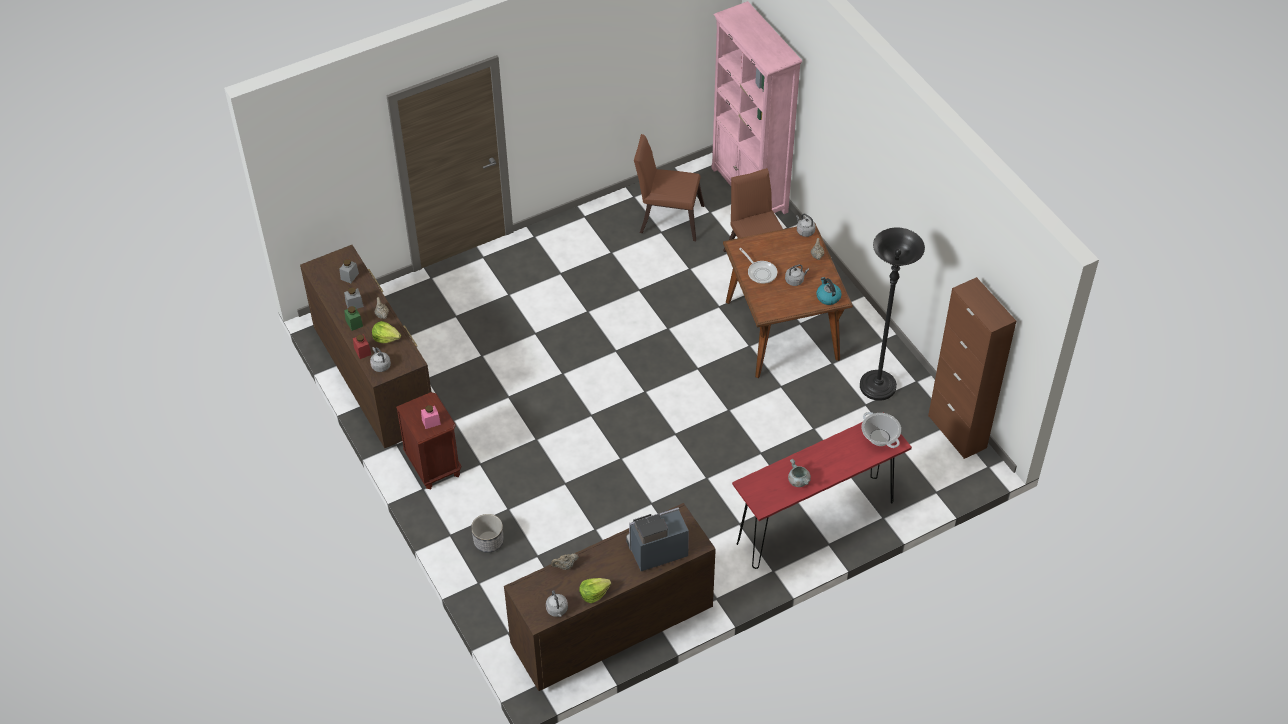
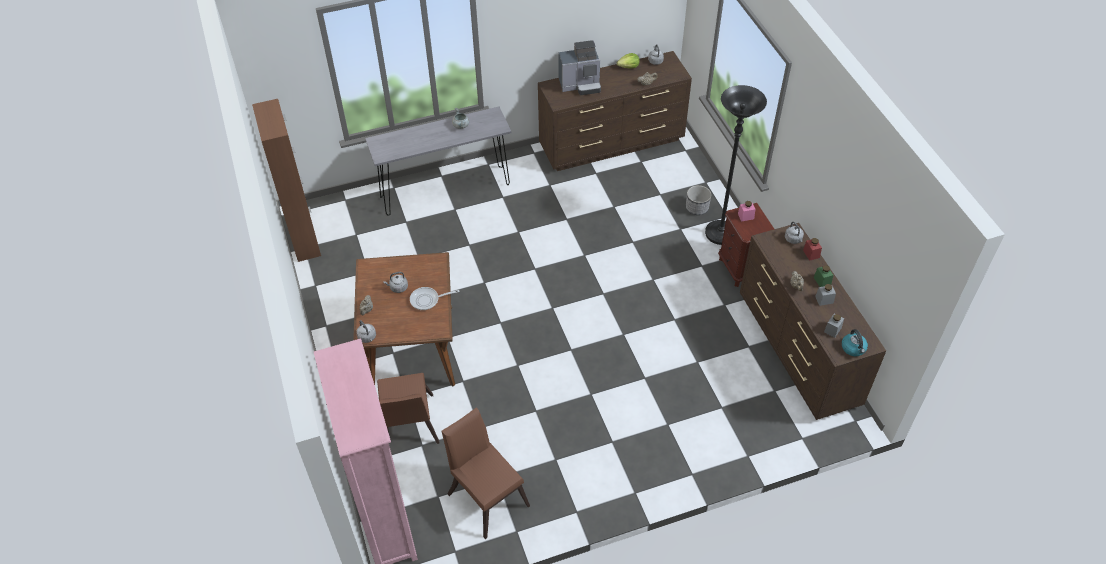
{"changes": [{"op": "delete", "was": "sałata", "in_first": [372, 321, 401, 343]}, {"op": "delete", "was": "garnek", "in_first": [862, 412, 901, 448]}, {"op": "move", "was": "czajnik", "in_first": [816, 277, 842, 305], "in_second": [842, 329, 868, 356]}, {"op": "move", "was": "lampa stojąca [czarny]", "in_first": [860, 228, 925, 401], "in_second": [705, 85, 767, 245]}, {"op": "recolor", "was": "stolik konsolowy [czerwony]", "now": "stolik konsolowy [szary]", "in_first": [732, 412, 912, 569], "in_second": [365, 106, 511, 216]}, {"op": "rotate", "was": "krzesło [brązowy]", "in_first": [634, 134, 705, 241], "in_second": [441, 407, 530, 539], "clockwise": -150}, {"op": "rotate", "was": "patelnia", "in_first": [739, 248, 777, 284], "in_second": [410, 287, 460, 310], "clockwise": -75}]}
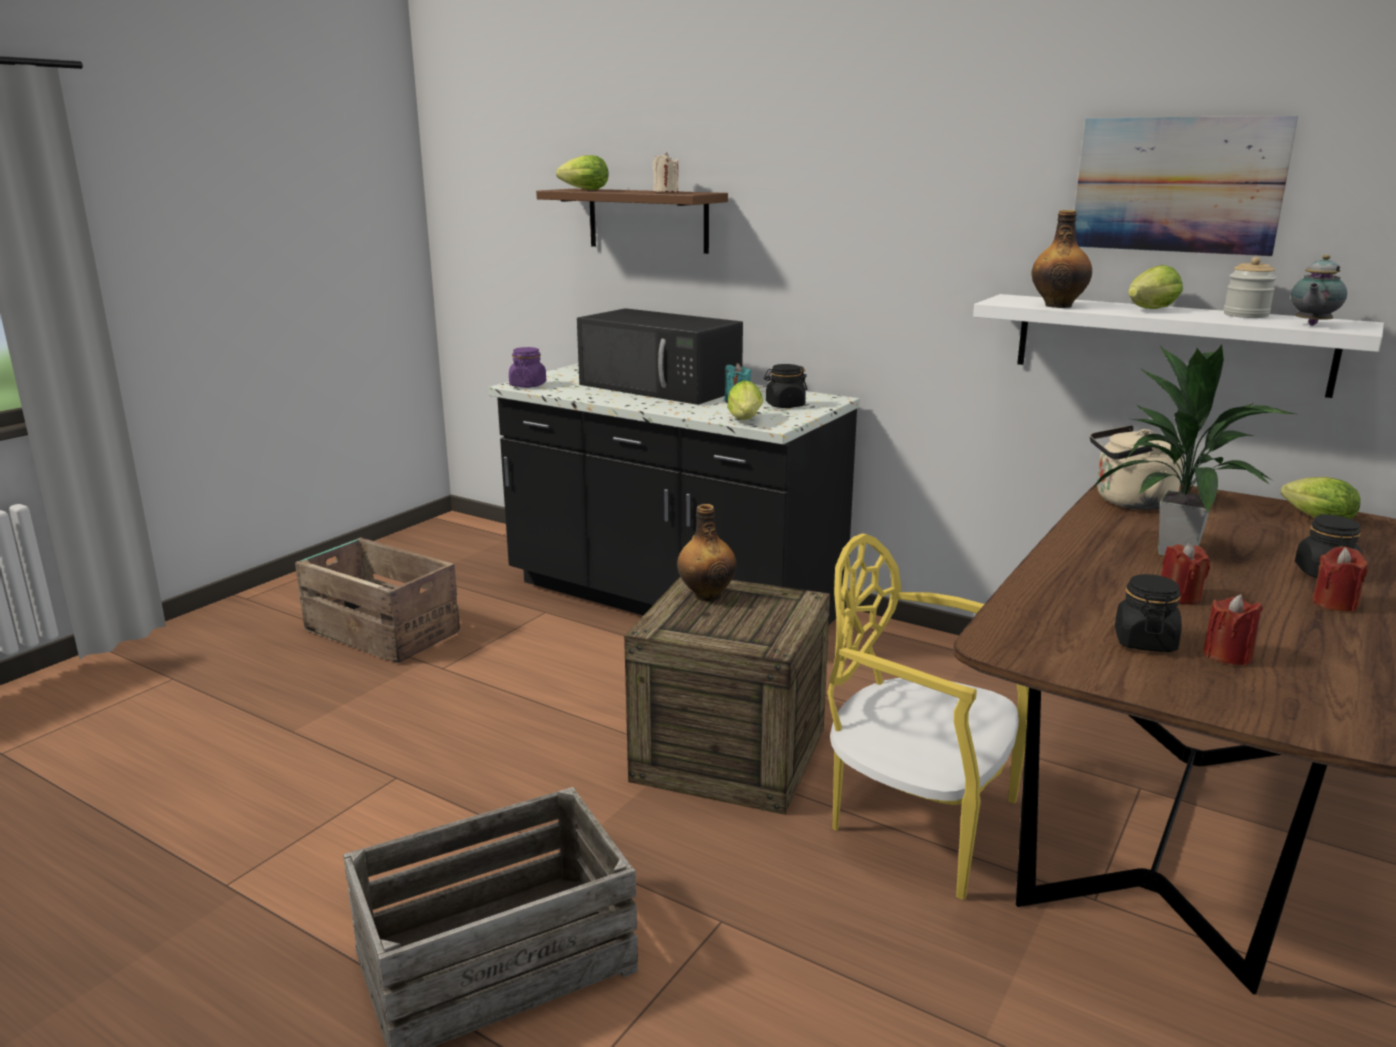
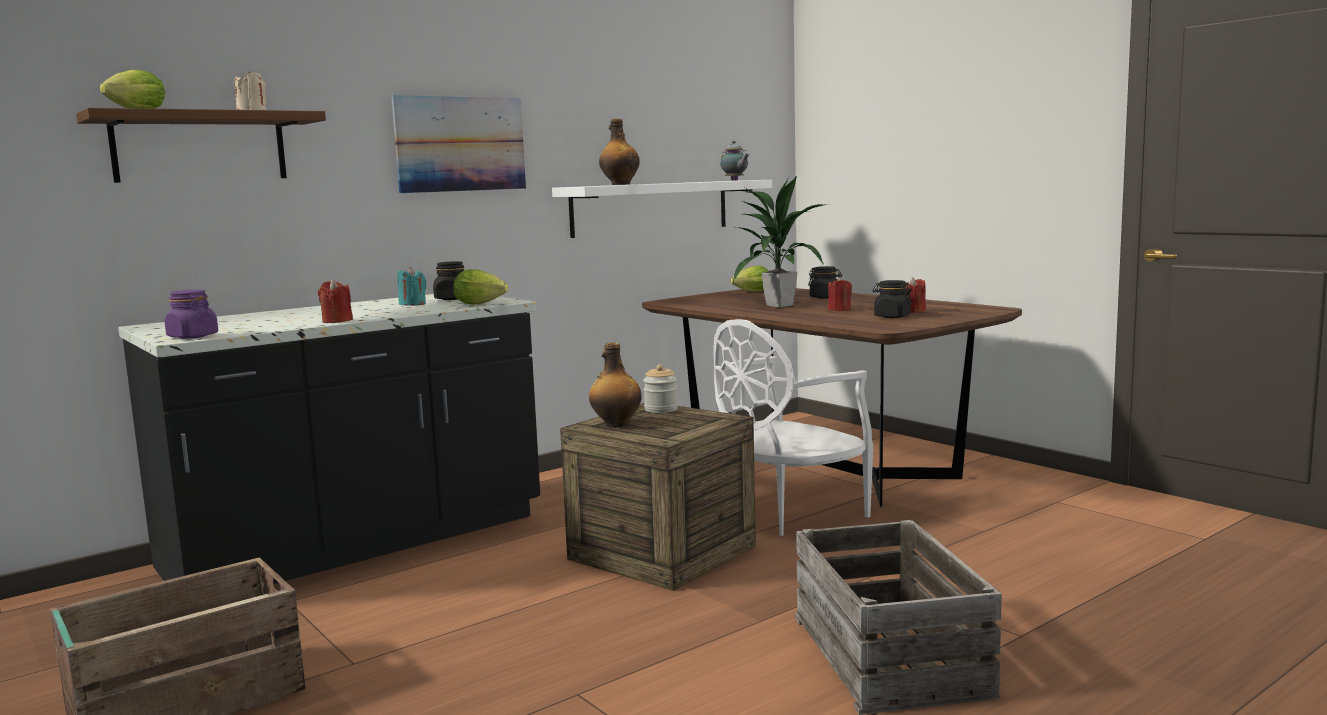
{"changes": [{"op": "delete", "was": "mikrofalówka [czarny]", "in_first": [577, 308, 743, 405]}, {"op": "delete", "was": "czajnik [beżowy]", "in_first": [1090, 425, 1184, 510]}, {"op": "delete", "was": "sałata", "in_first": [1128, 265, 1183, 309]}, {"op": "move", "was": "obraz", "in_first": [1075, 116, 1298, 256], "in_second": [391, 95, 526, 193]}, {"op": "move", "was": "słoik", "in_first": [1224, 257, 1277, 318], "in_second": [643, 364, 678, 413]}, {"op": "move", "was": "świeca [czerwony]", "in_first": [1312, 546, 1368, 612], "in_second": [318, 279, 353, 323]}, {"op": "recolor", "was": "krzesło [żółty]", "now": "krzesło [biały]", "in_first": [827, 533, 1029, 900], "in_second": [713, 319, 873, 536]}]}
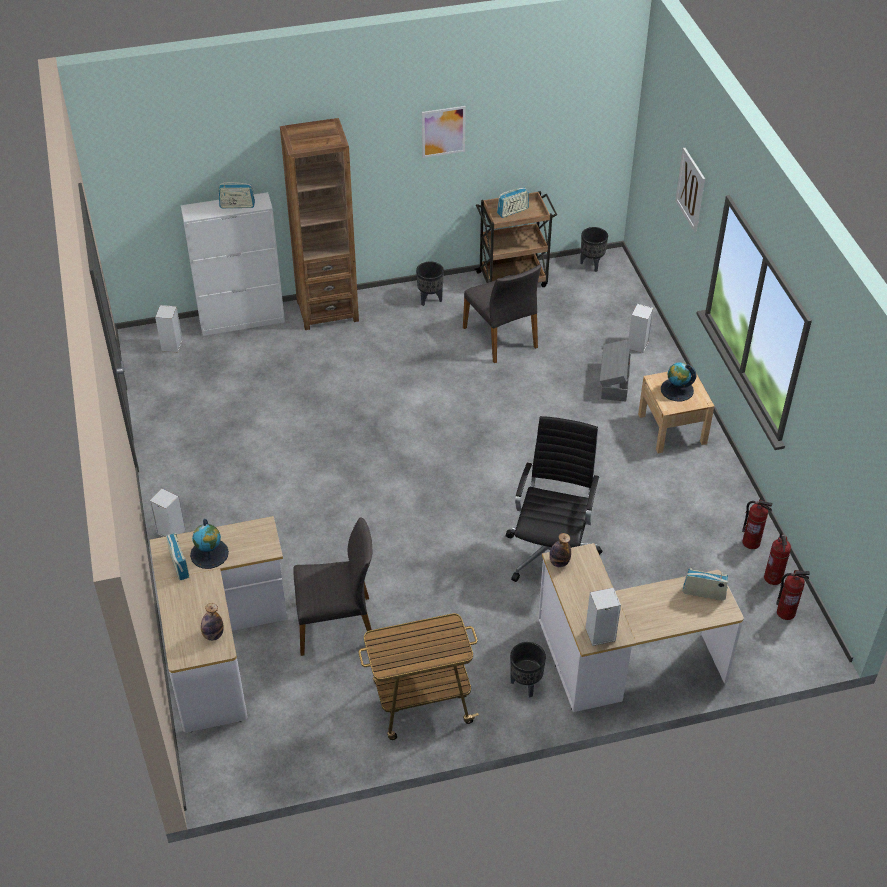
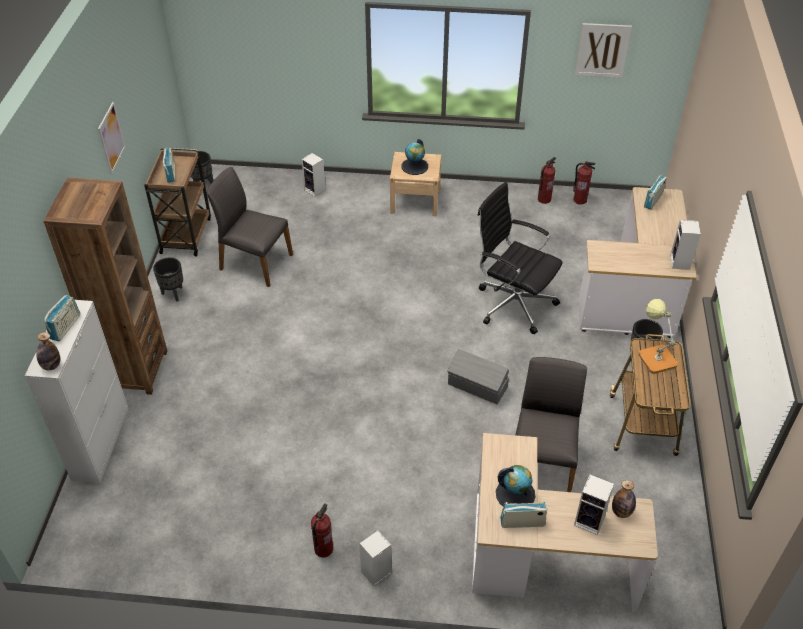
{"changes": [{"op": "insert", "now": "lampa stołowa", "in_second": [638, 299, 678, 374]}, {"op": "move", "was": "głośnik", "in_first": [155, 305, 183, 352], "in_second": [574, 474, 614, 535]}, {"op": "move", "was": "butelka", "in_first": [549, 533, 571, 567], "in_second": [36, 332, 60, 370]}, {"op": "move", "was": "pojemnik do przechowywania [szary]", "in_first": [600, 340, 631, 401], "in_second": [447, 349, 509, 404]}, {"op": "move", "was": "obraz", "in_first": [675, 148, 705, 232], "in_second": [575, 23, 632, 78]}, {"op": "move", "was": "gaśnica", "in_first": [776, 570, 810, 620], "in_second": [311, 503, 333, 558]}, {"op": "rotate", "was": "krzesło [szary]", "in_first": [463, 264, 541, 363], "in_second": [207, 167, 293, 287], "clockwise": -150}]}
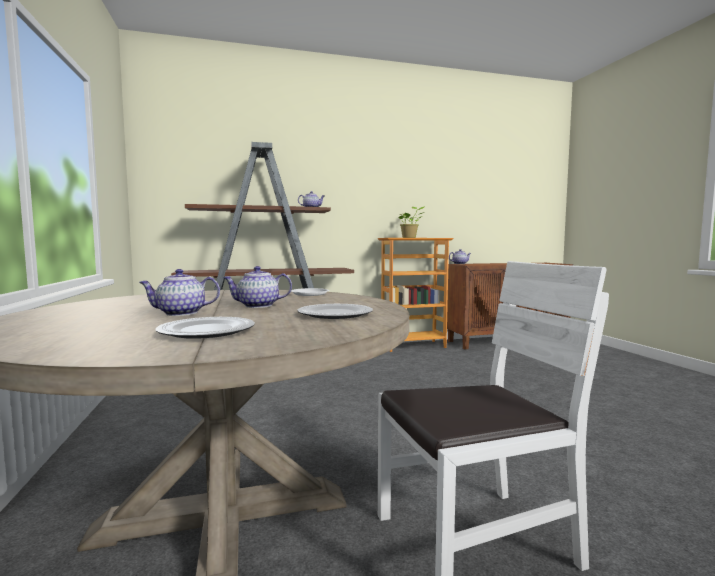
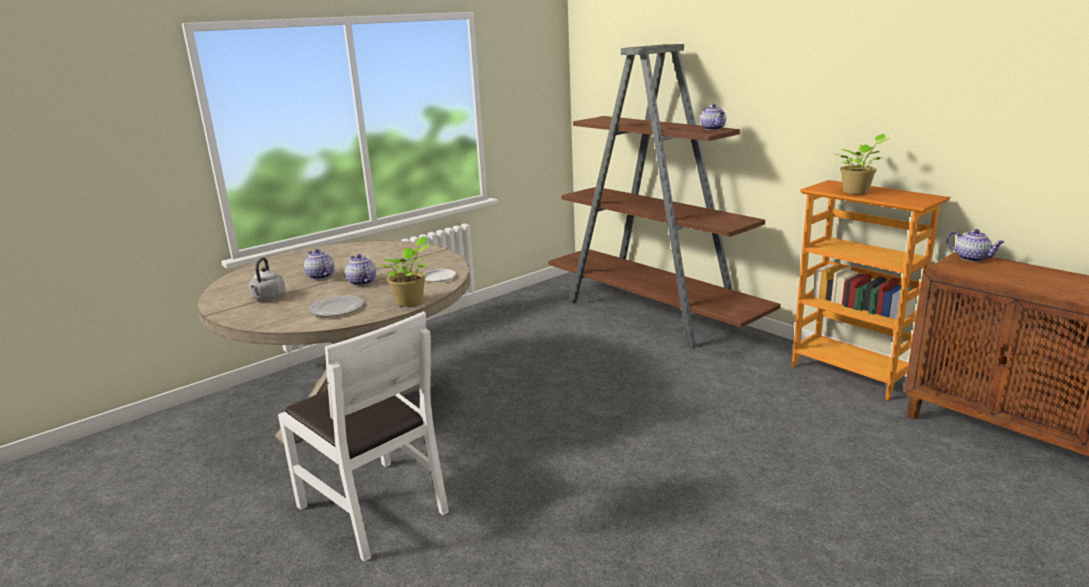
{"changes": [{"op": "insert", "now": "roślina doniczkowa", "in_second": [376, 236, 431, 307]}, {"op": "replace", "was": "talerz", "now": "czajnik [szary]", "in_first": [156, 317, 255, 339], "in_second": [249, 257, 286, 300]}]}
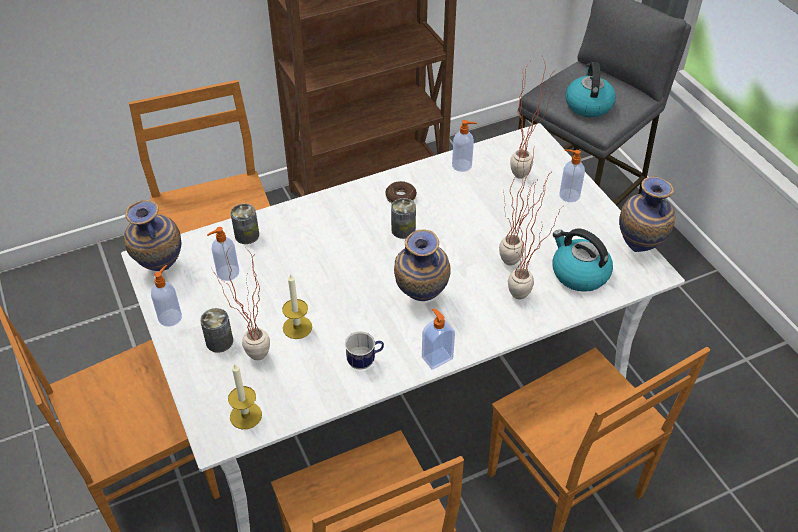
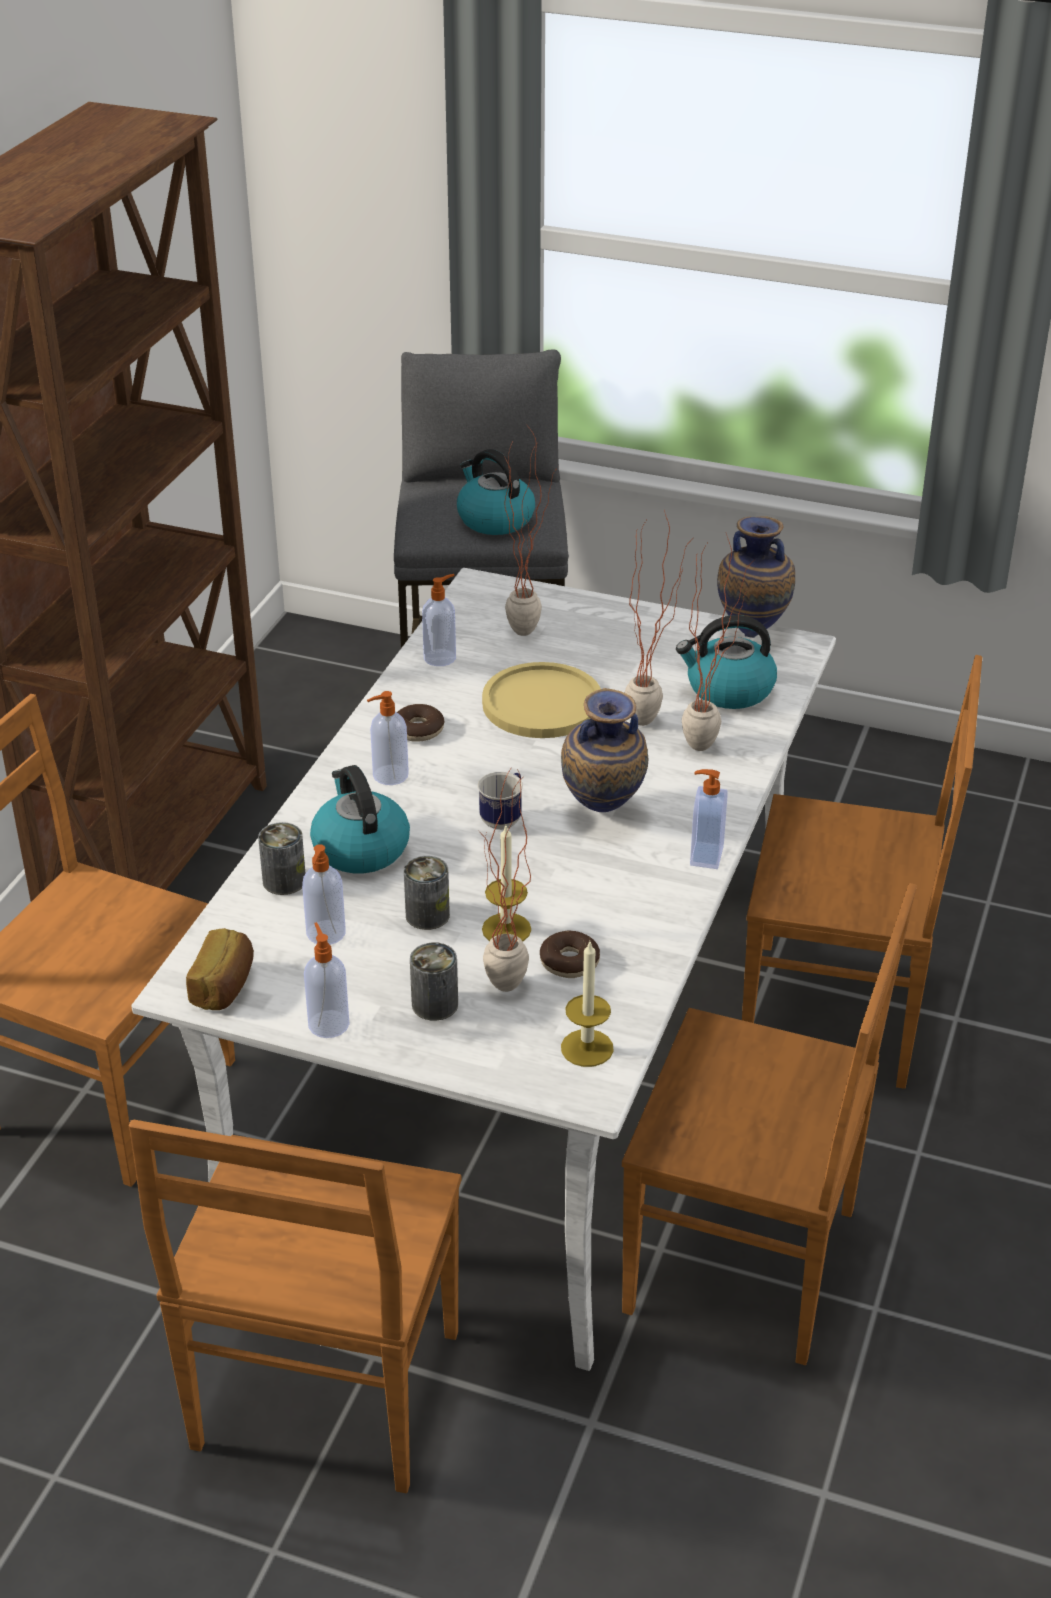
{"changes": [{"op": "insert", "now": "czajnik", "in_second": [310, 765, 410, 873]}, {"op": "insert", "now": "talerz [żółty]", "in_second": [482, 662, 601, 738]}, {"op": "insert", "now": "donut", "in_second": [540, 931, 600, 978]}, {"op": "move", "was": "kubek", "in_first": [345, 331, 384, 370], "in_second": [478, 772, 523, 830]}, {"op": "move", "was": "puszka", "in_first": [391, 198, 416, 239], "in_second": [404, 856, 450, 930]}, {"op": "move", "was": "dozownik mydła", "in_first": [559, 149, 585, 202], "in_second": [367, 691, 409, 785]}, {"op": "replace", "was": "wazon", "now": "chleb", "in_first": [124, 200, 181, 271], "in_second": [186, 928, 254, 1010]}]}
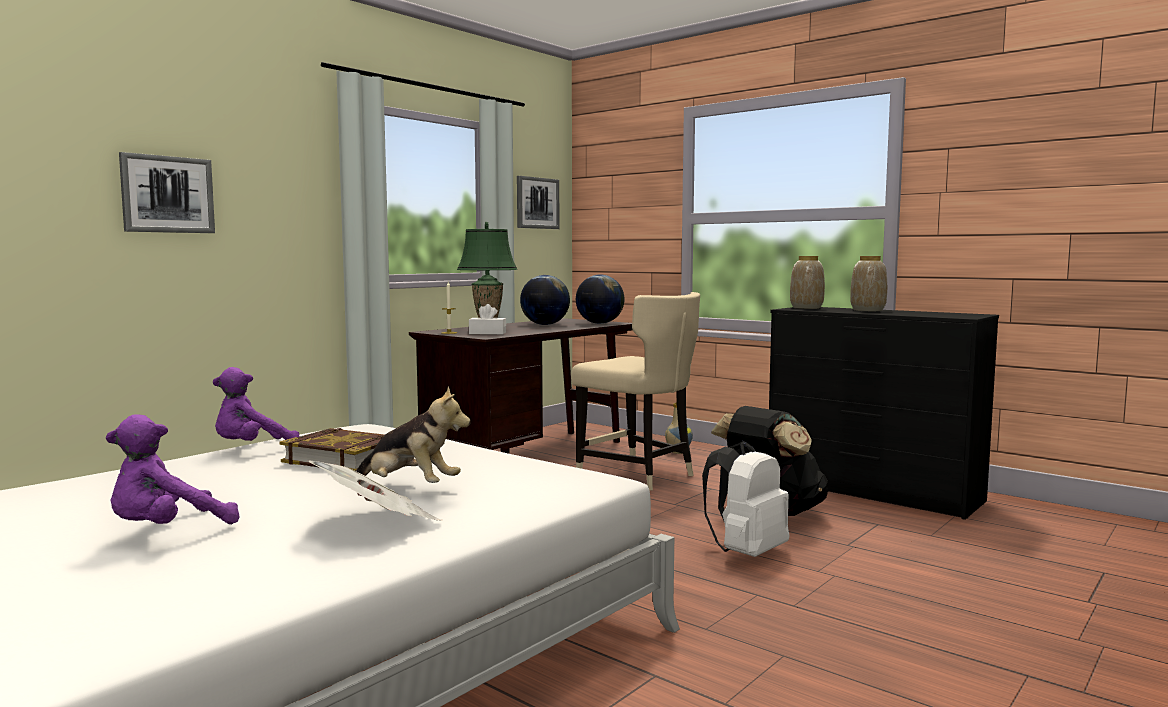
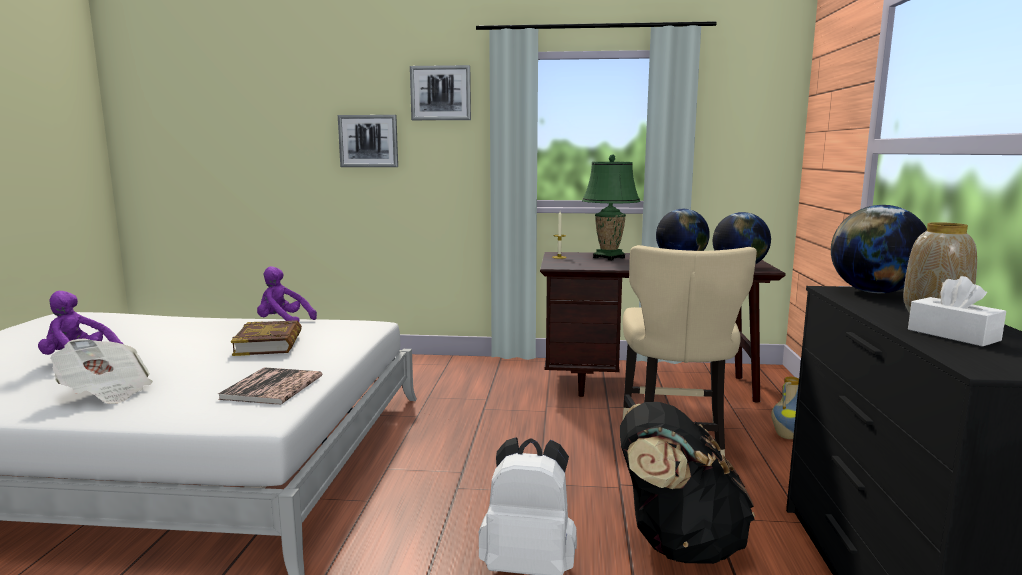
{"changes": [{"op": "delete", "was": "pluszak", "in_first": [355, 386, 471, 483]}, {"op": "insert", "now": "książka", "in_second": [218, 367, 322, 405]}, {"op": "move", "was": "pudełko chusteczek [biały]", "in_first": [469, 304, 506, 335], "in_second": [908, 276, 1006, 347]}, {"op": "move", "was": "obraz", "in_first": [517, 176, 559, 229], "in_second": [410, 65, 471, 120]}, {"op": "replace", "was": "wazon", "now": "globus", "in_first": [790, 256, 825, 309], "in_second": [831, 205, 927, 293]}]}
